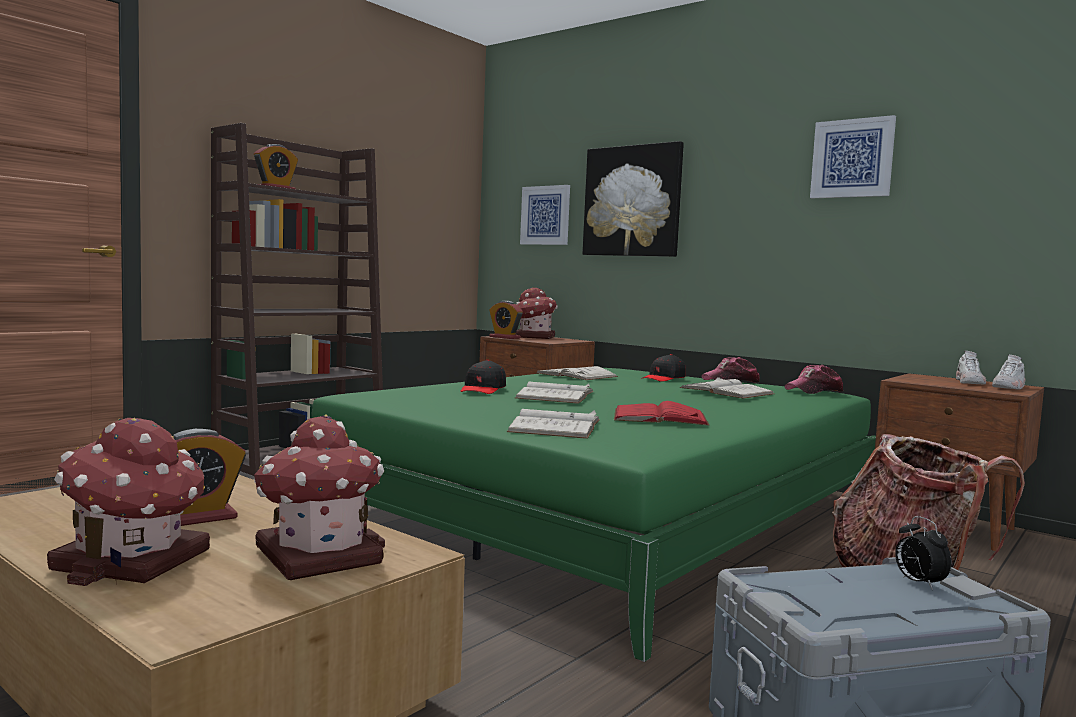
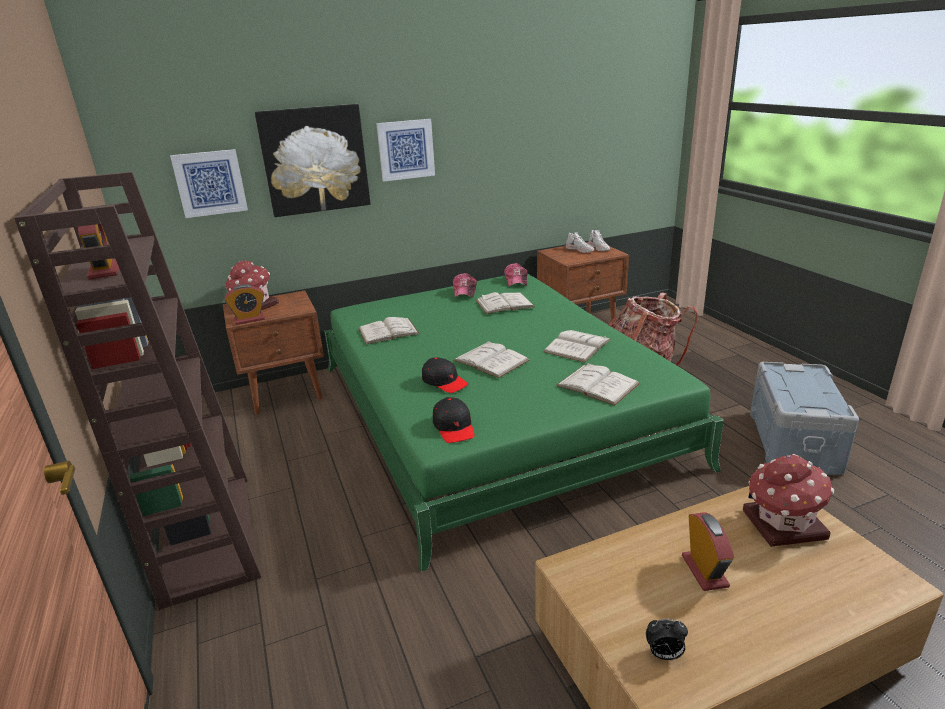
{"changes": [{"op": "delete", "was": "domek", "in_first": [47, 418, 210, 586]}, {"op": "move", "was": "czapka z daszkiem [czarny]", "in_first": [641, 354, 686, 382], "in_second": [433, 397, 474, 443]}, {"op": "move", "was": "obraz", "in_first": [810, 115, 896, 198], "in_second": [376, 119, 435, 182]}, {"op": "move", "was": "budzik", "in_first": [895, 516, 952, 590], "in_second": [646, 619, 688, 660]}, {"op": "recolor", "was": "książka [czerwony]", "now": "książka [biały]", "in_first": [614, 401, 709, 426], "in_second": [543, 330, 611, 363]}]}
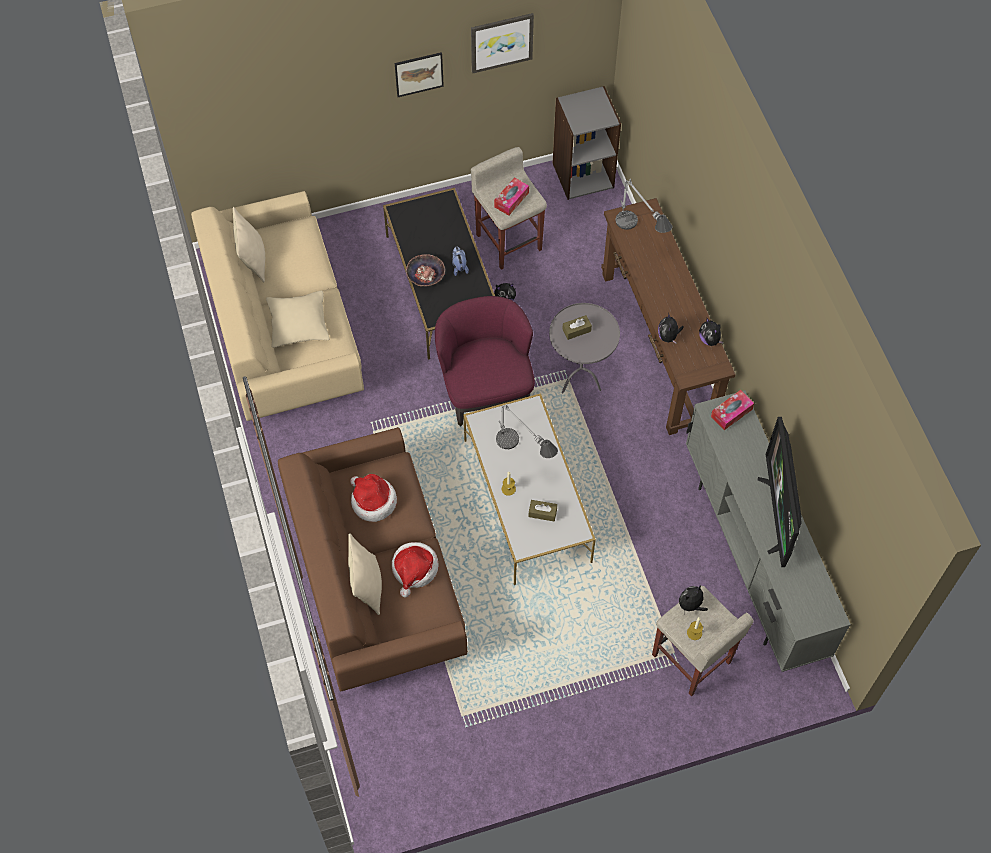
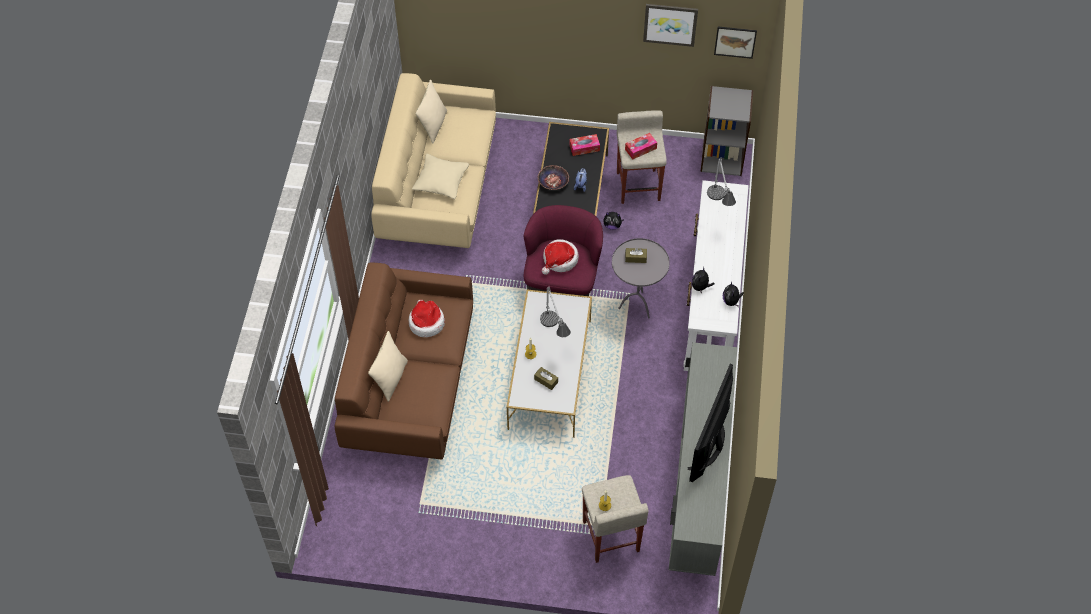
{"changes": [{"op": "delete", "was": "pluszak", "in_first": [679, 585, 708, 611]}, {"op": "move", "was": "kapelusz", "in_first": [392, 542, 439, 597], "in_second": [542, 239, 579, 275]}, {"op": "move", "was": "obraz", "in_first": [395, 52, 444, 97], "in_second": [714, 27, 757, 59]}, {"op": "move", "was": "pudełko chusteczek", "in_first": [711, 390, 754, 430], "in_second": [569, 134, 600, 156]}, {"op": "recolor", "was": "stolik konsolowy [brązowy]", "now": "stolik konsolowy [biały]", "in_first": [601, 198, 736, 435], "in_second": [683, 180, 749, 371]}]}
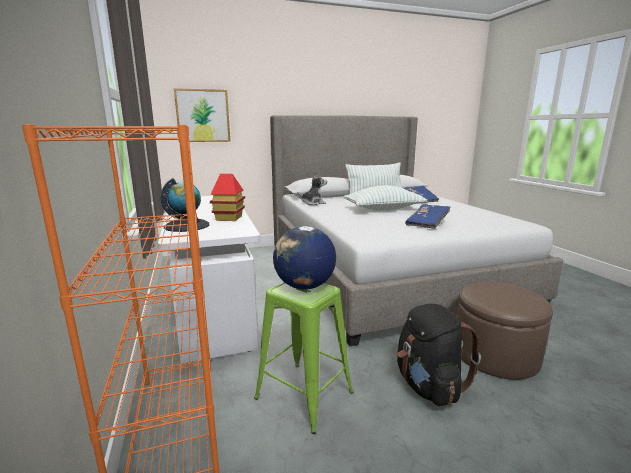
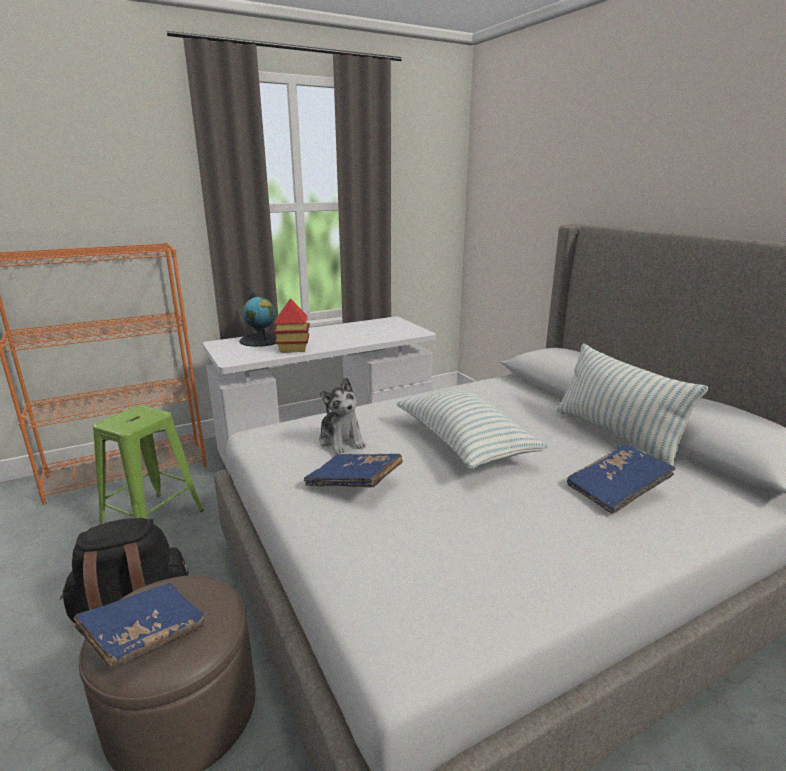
{"changes": [{"op": "delete", "was": "obraz", "in_first": [174, 88, 230, 142]}, {"op": "delete", "was": "globus", "in_first": [273, 226, 336, 290]}, {"op": "insert", "now": "książka [niebieski]", "in_second": [73, 583, 205, 668]}, {"op": "move", "was": "pluszak", "in_first": [298, 172, 327, 205], "in_second": [319, 377, 366, 454]}]}
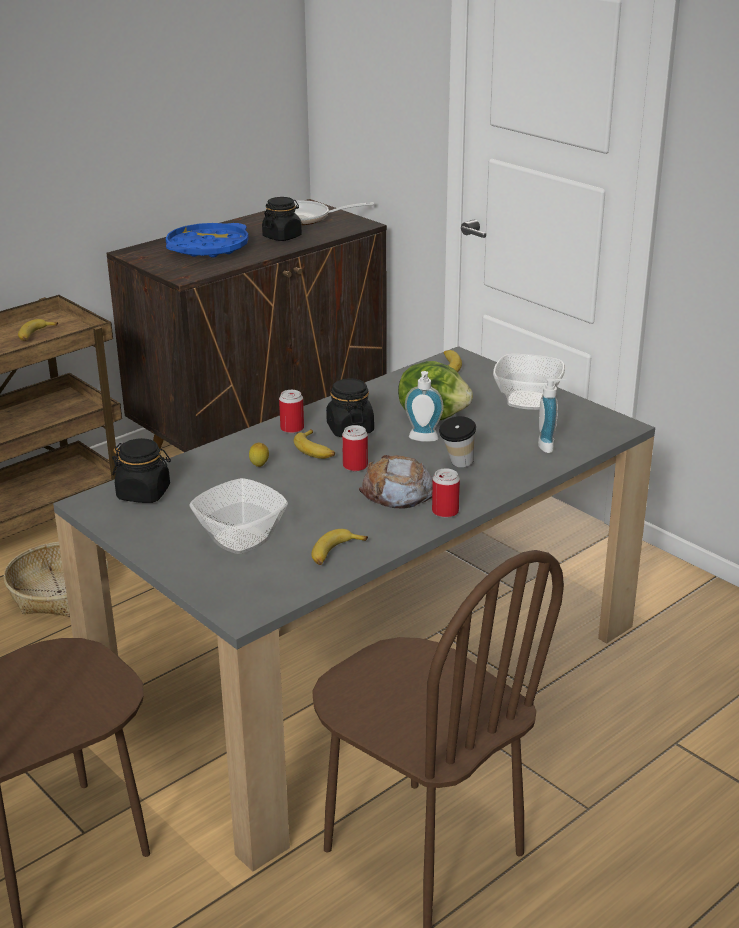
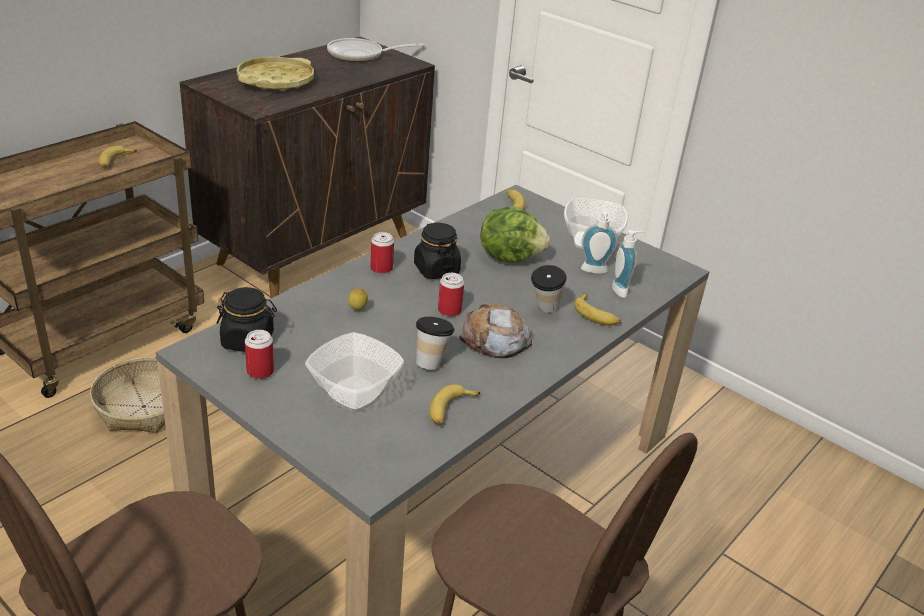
{"changes": [{"op": "delete", "was": "słoik [czarny]", "in_first": [262, 197, 302, 241]}, {"op": "insert", "now": "filiżanka", "in_second": [416, 317, 454, 370]}, {"op": "move", "was": "banan", "in_first": [294, 429, 335, 459], "in_second": [574, 293, 621, 326]}, {"op": "move", "was": "dozownik mydła", "in_first": [405, 371, 444, 442], "in_second": [581, 211, 618, 274]}, {"op": "move", "was": "puszka", "in_first": [432, 468, 460, 518], "in_second": [245, 330, 274, 379]}, {"op": "recolor", "was": "taca [niebieski]", "now": "taca [żółty]", "in_first": [166, 223, 249, 258], "in_second": [237, 57, 314, 91]}]}
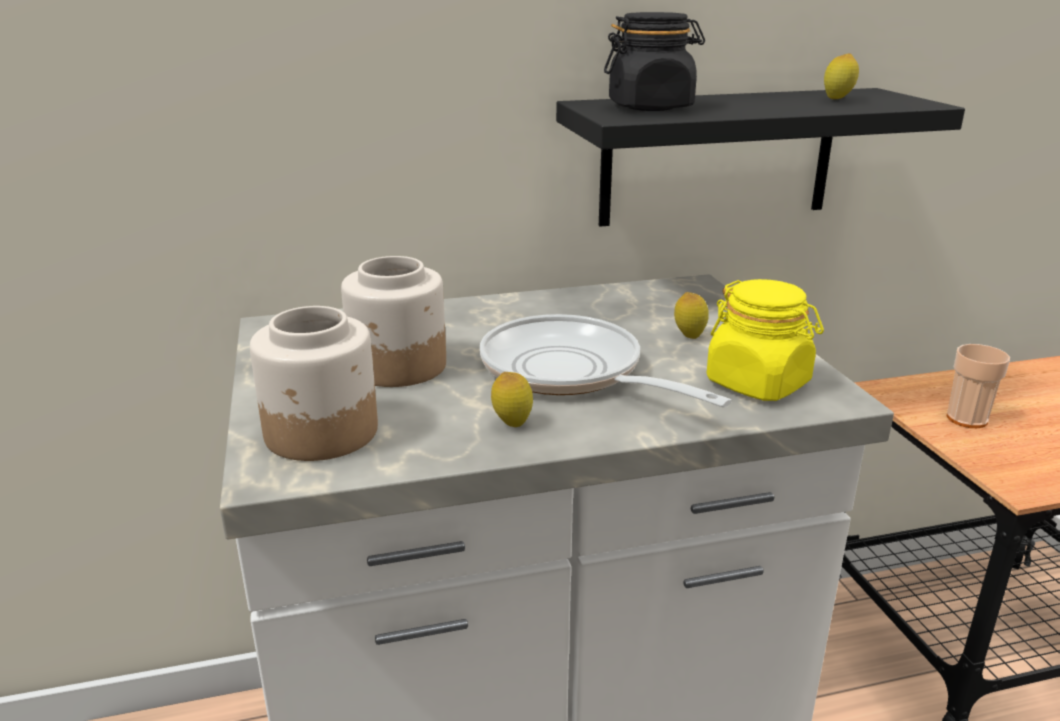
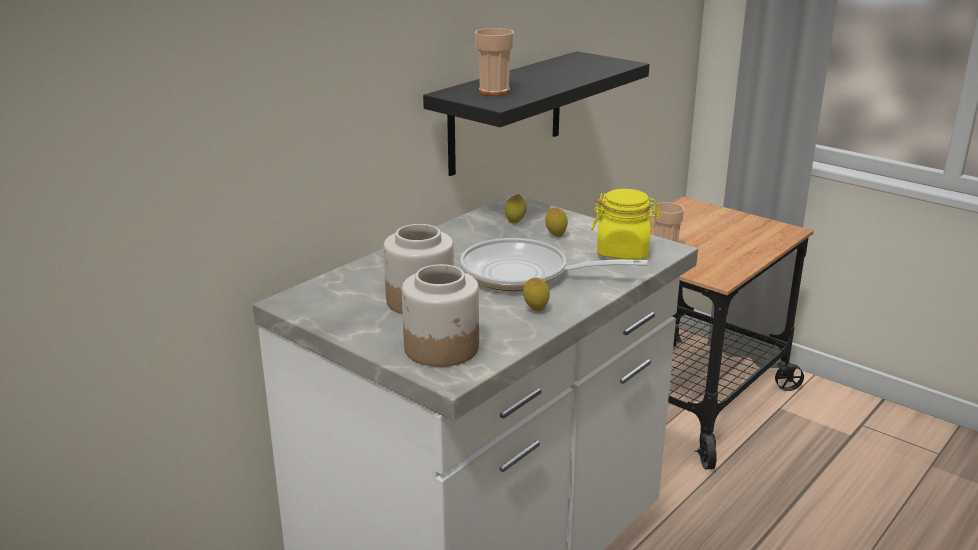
{"changes": [{"op": "move", "was": "cytryna", "in_first": [824, 53, 859, 100], "in_second": [505, 194, 527, 223]}, {"op": "replace", "was": "słoik [czarny]", "now": "filiżanka", "in_first": [604, 12, 705, 111], "in_second": [475, 28, 514, 95]}]}
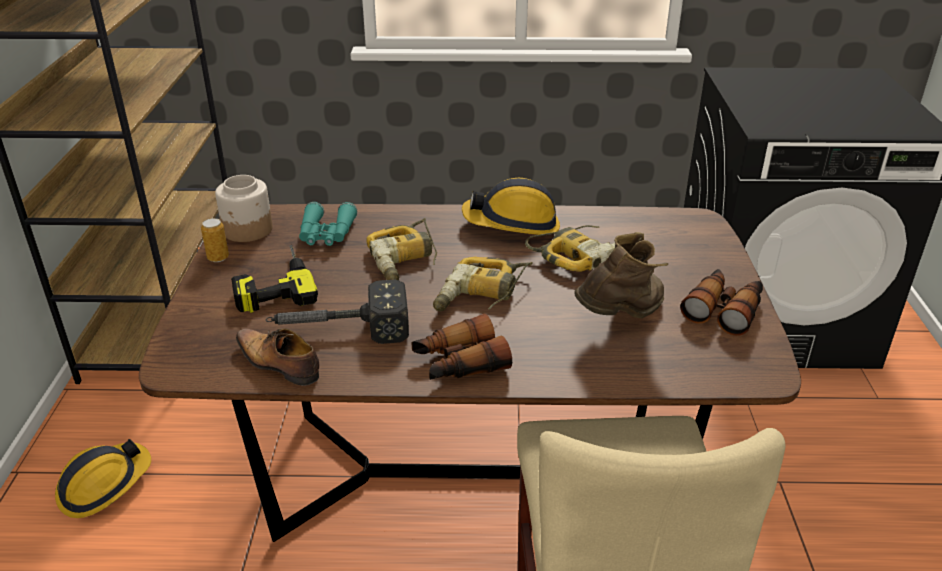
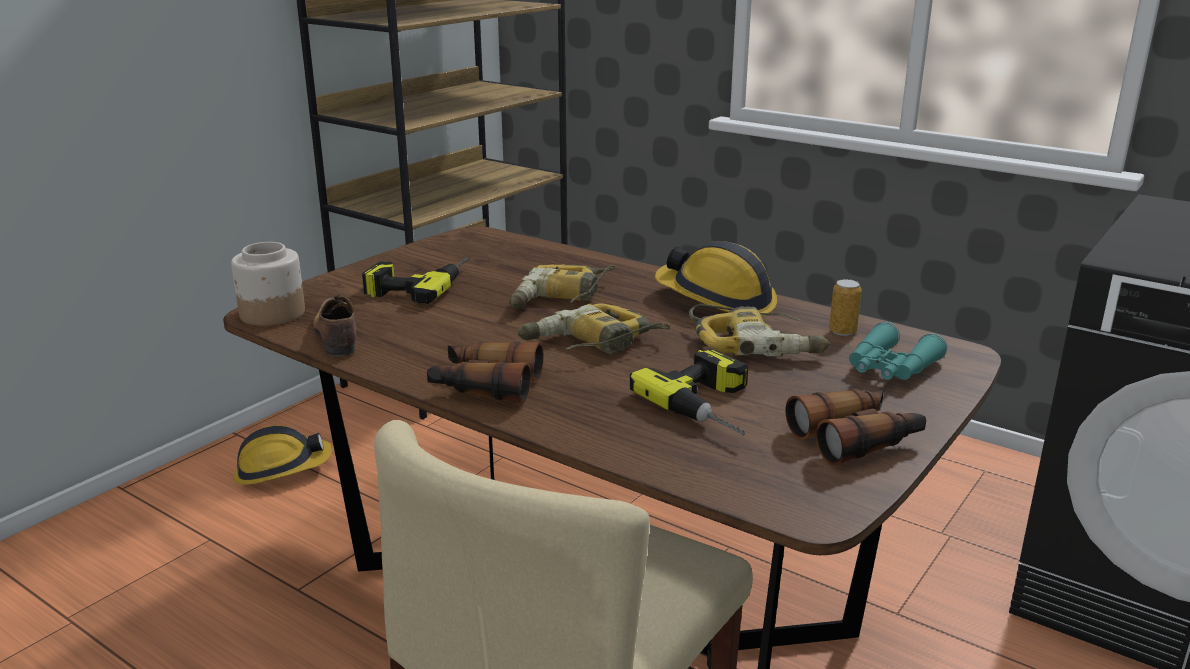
{"changes": [{"op": "delete", "was": "młotek", "in_first": [266, 280, 409, 344]}, {"op": "move", "was": "puszka", "in_first": [201, 218, 229, 262], "in_second": [829, 279, 862, 336]}, {"op": "move", "was": "słoik", "in_first": [215, 175, 273, 242], "in_second": [231, 242, 305, 326]}, {"op": "move", "was": "lornetka [turkusowy]", "in_first": [299, 202, 357, 246], "in_second": [849, 322, 947, 380]}, {"op": "replace", "was": "but z cholewką [brązowy]", "now": "wiertarka", "in_first": [574, 232, 668, 319], "in_second": [630, 349, 748, 435]}]}
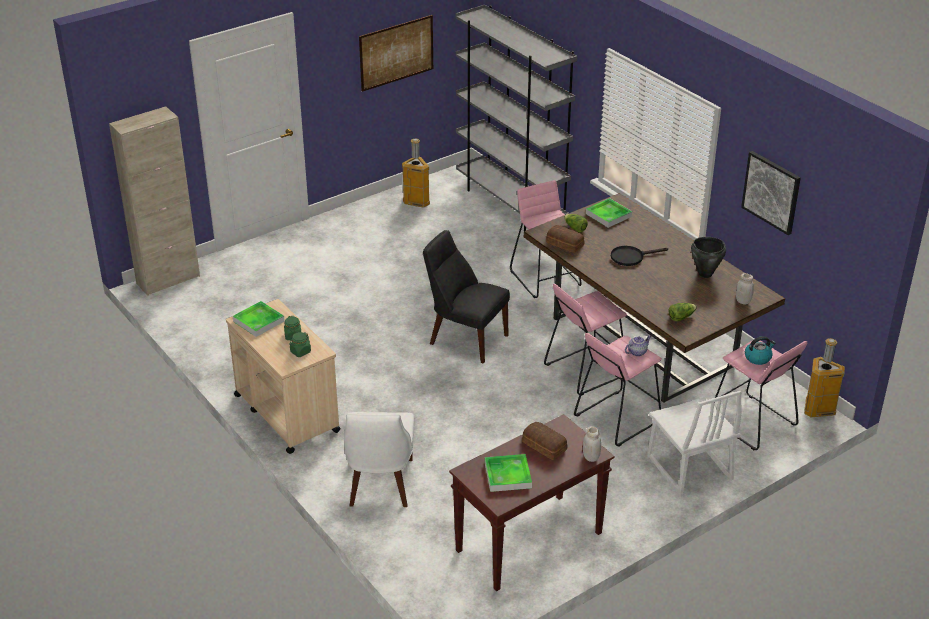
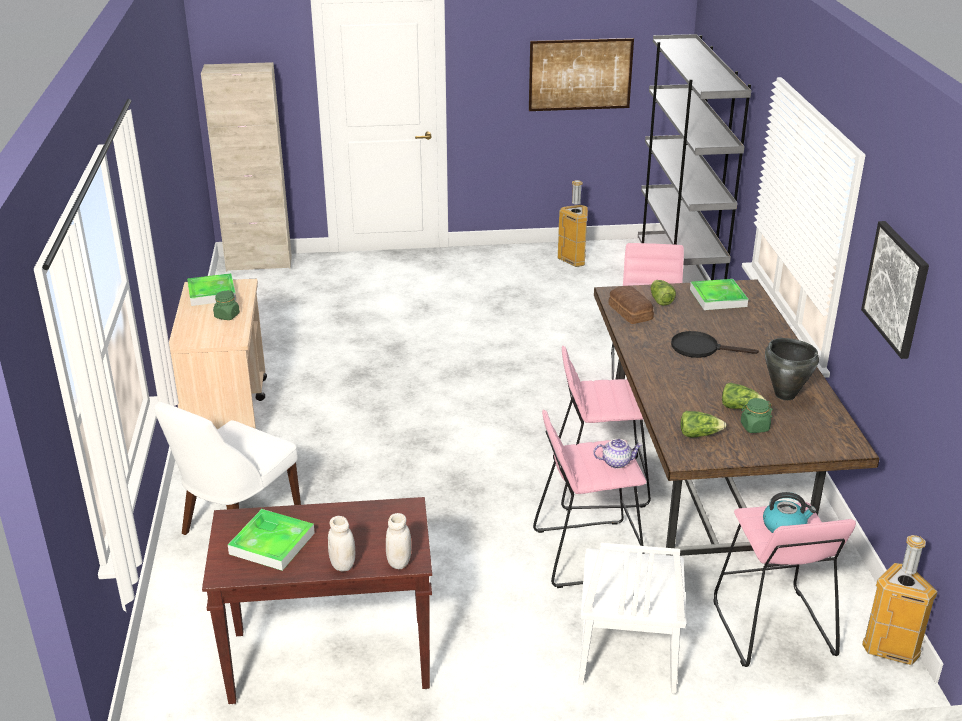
{"changes": [{"op": "delete", "was": "krzesło [czarny]", "in_first": [423, 230, 510, 363]}, {"op": "delete", "was": "chleb", "in_first": [522, 422, 567, 460]}, {"op": "insert", "now": "sałata", "in_second": [722, 383, 766, 409]}, {"op": "move", "was": "słoik [zielony]", "in_first": [289, 332, 311, 357], "in_second": [741, 398, 773, 433]}, {"op": "move", "was": "słoik [biały]", "in_first": [736, 273, 754, 304], "in_second": [328, 516, 355, 572]}]}
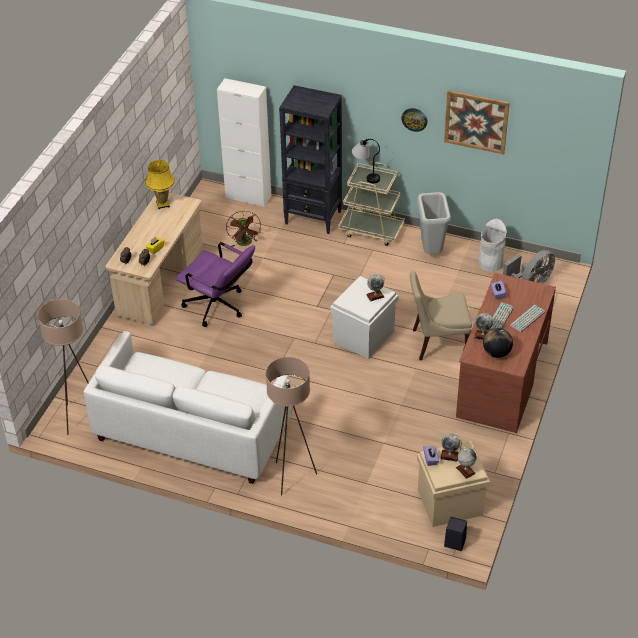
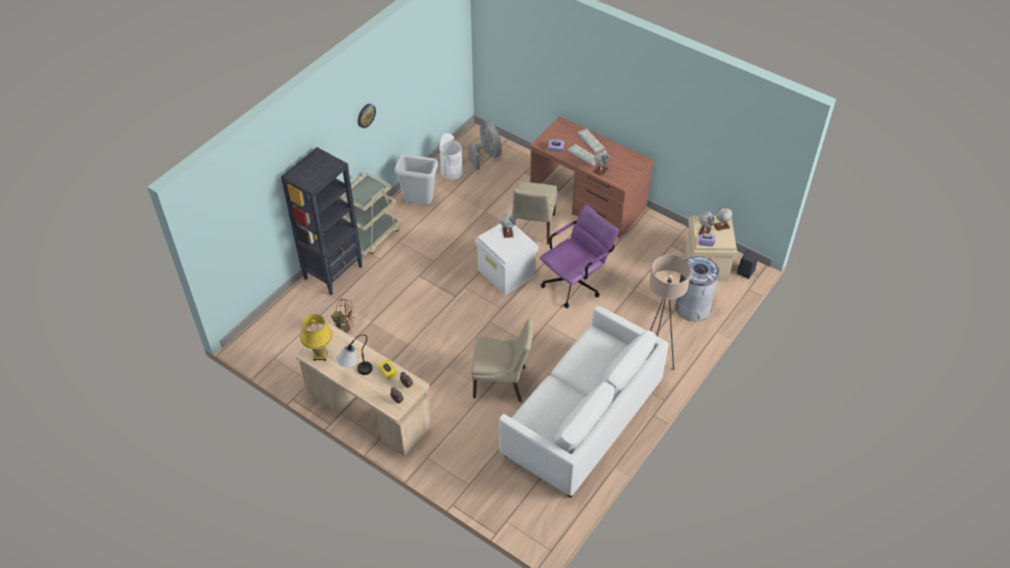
{"changes": [{"op": "delete", "was": "lampa stojąca [beżowy]", "in_first": [38, 299, 89, 435]}, {"op": "delete", "was": "szafka [biały]", "in_first": [217, 78, 271, 207]}, {"op": "delete", "was": "obraz", "in_first": [444, 90, 510, 154]}, {"op": "delete", "was": "globus", "in_first": [483, 328, 513, 358]}, {"op": "insert", "now": "krzesło [beżowy]", "in_second": [471, 319, 533, 402]}, {"op": "insert", "now": "kosz na śmieci [szary]", "in_second": [675, 256, 719, 321]}, {"op": "move", "was": "krzesło biurowe [fioletowy]", "in_first": [176, 242, 255, 327], "in_second": [540, 204, 619, 308]}, {"op": "move", "was": "lampa stołowa", "in_first": [352, 139, 380, 183], "in_second": [336, 334, 373, 375]}]}
